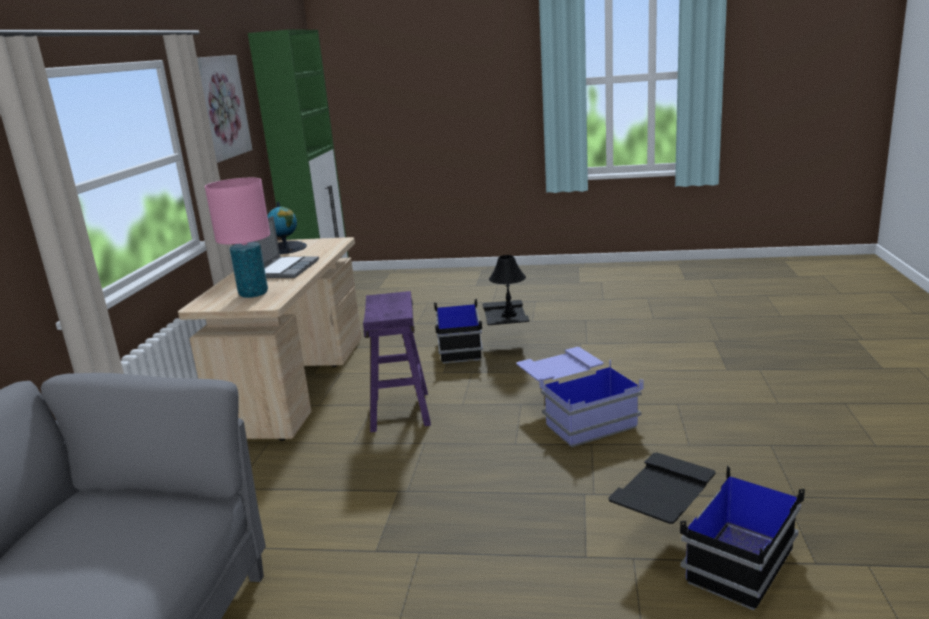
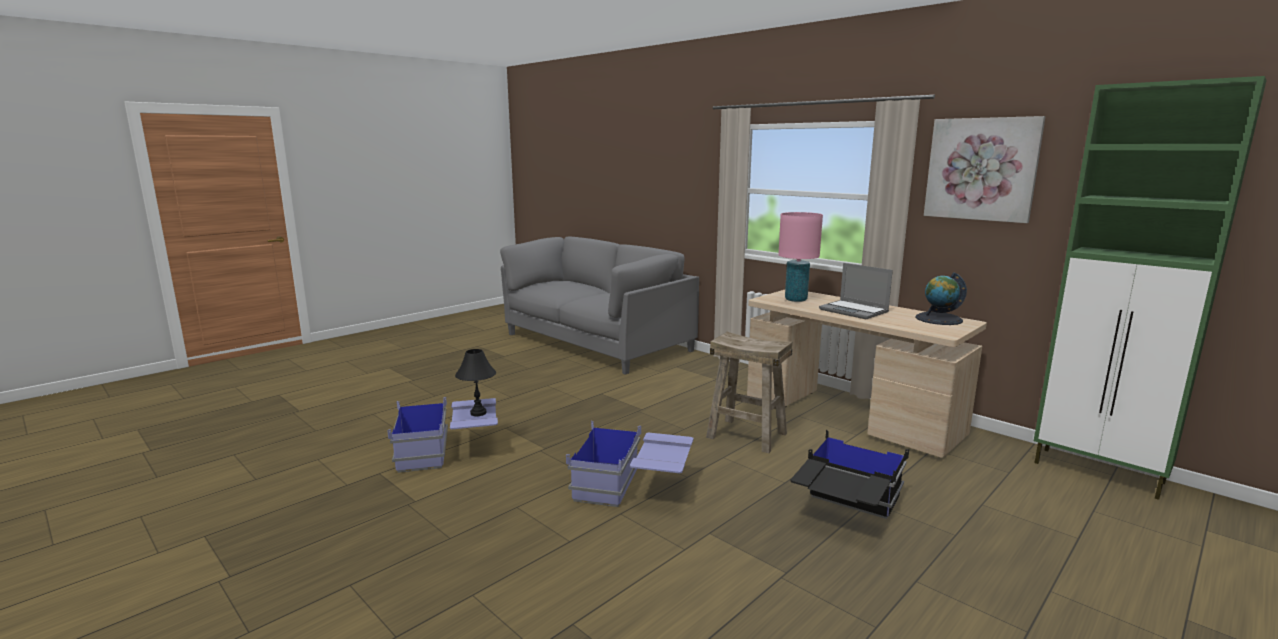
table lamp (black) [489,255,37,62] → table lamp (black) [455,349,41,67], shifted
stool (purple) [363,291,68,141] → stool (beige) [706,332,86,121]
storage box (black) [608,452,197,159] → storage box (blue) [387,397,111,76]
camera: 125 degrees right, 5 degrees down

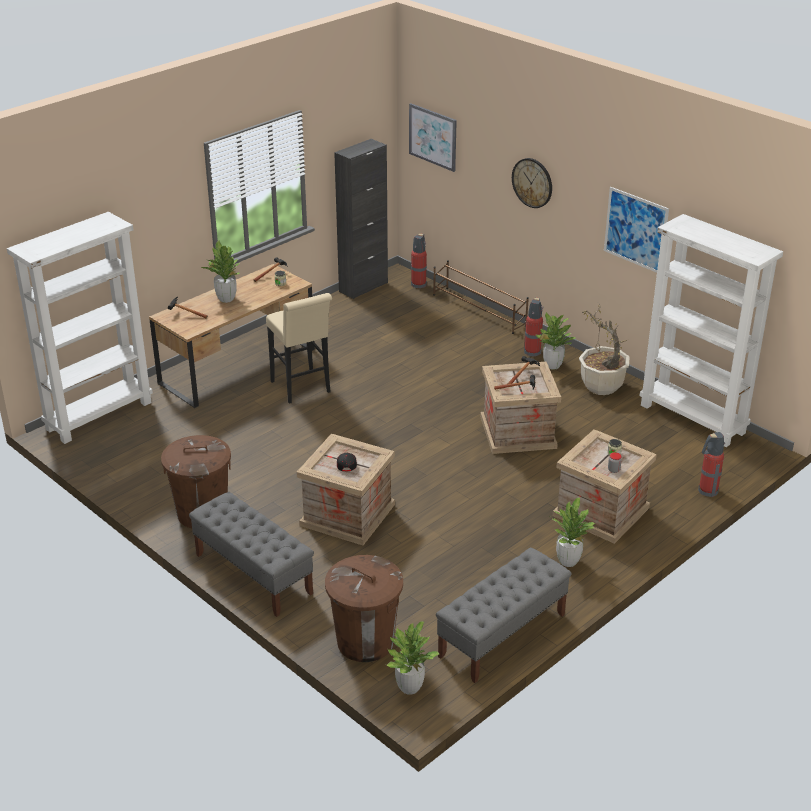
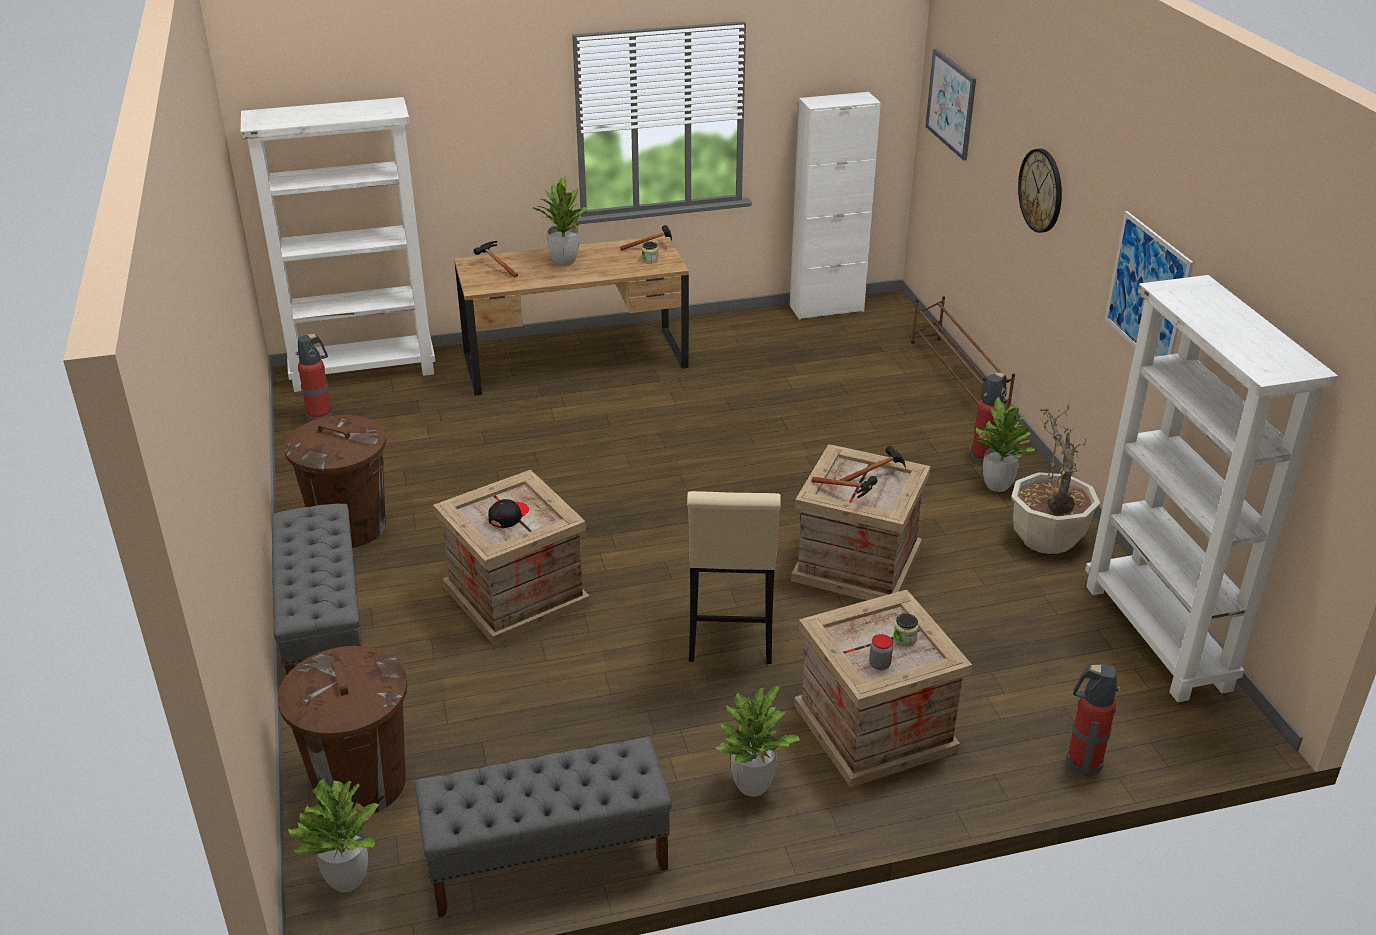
stool (beige) [266,293,66,111] → stool (beige) [687,491,94,173], shifted
fire extinguisher [411,234,16,54] → fire extinguisher [295,334,38,87], shifted
cabinet (black) [334,139,54,160] → cabinet (white) [790,92,91,228]
camera: 30 degrees right, 0 degrees up

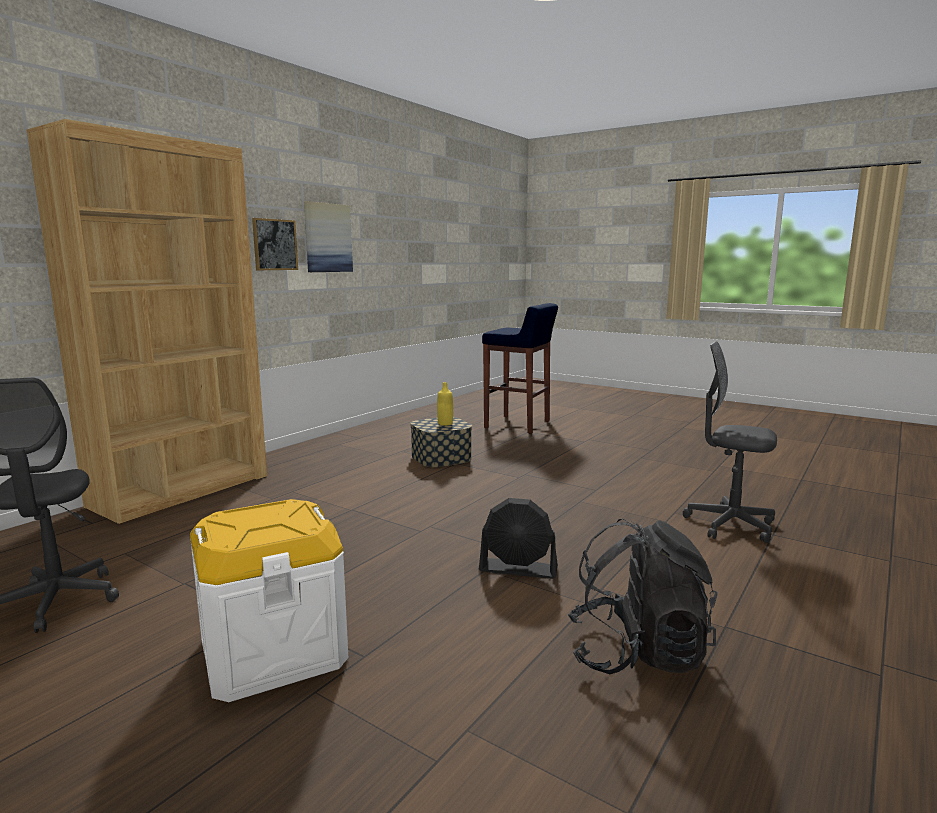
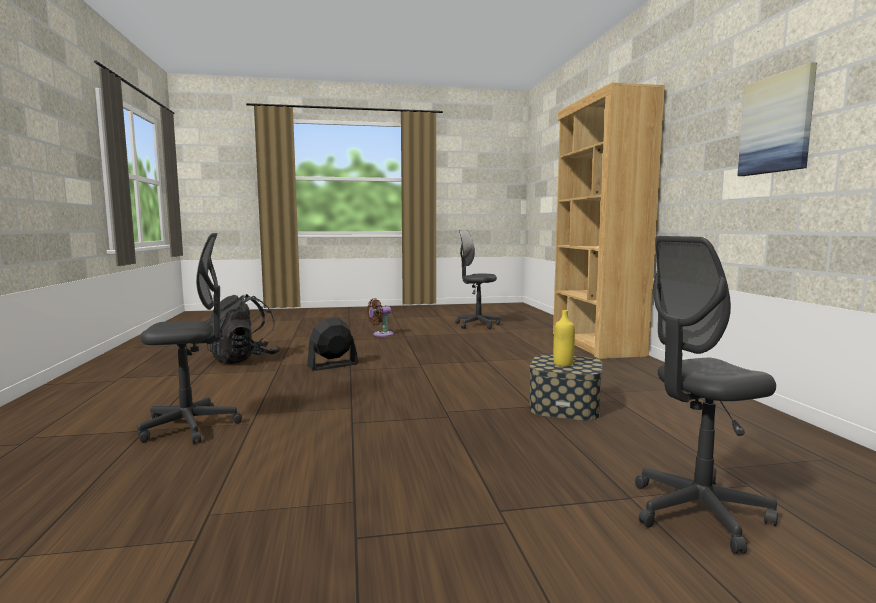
picture [252,218,46,52] → -
storage box (white) [190,499,158,203] → fan (brown) [367,298,27,39]
stool (blue) [482,303,76,131] → office chair (grey) [635,236,143,318]
camera: 135 degrees right, 5 degrees down

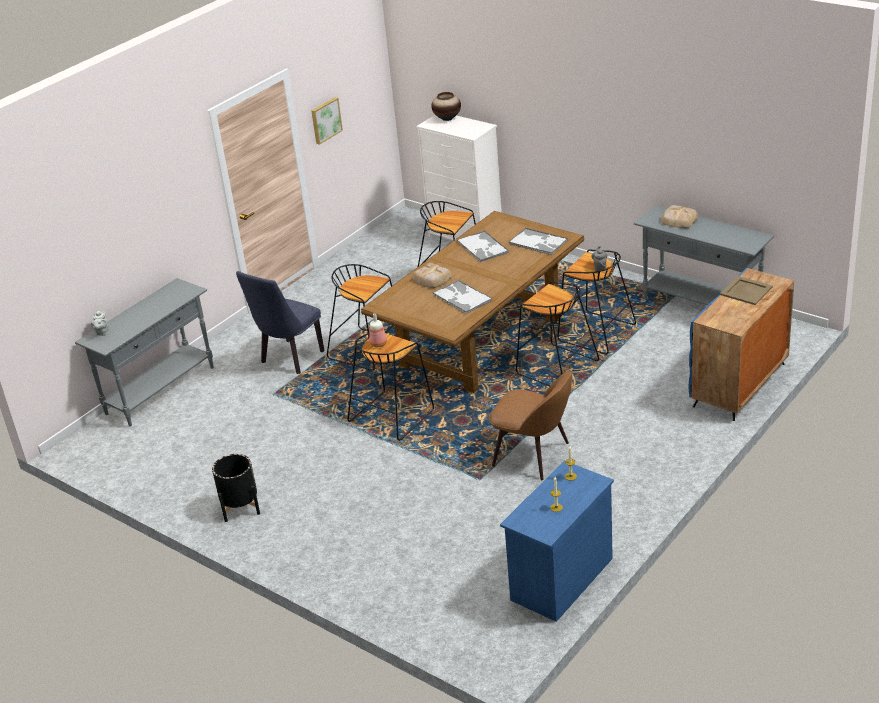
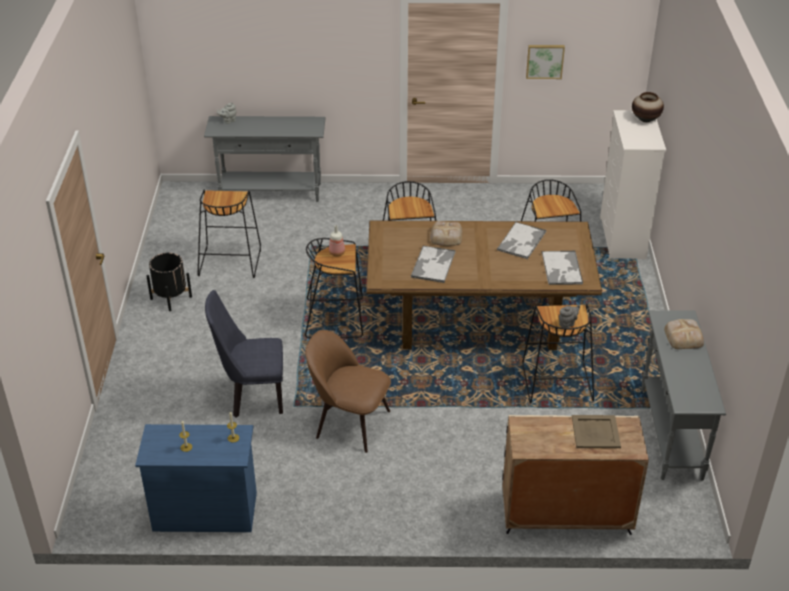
chair (blue) [236,271,88,103] → chair (blue) [205,290,78,128], shifted
stool (black) [516,282,83,104] → stool (black) [198,190,63,88], shifted
cabinet (blue) [689,268,105,153] → cabinet (beige) [502,415,147,120]
chair (brown) [489,371,84,109] → chair (brown) [305,330,86,123], 120 degrees clockwise
camera: 50 degrees right, 5 degrees up

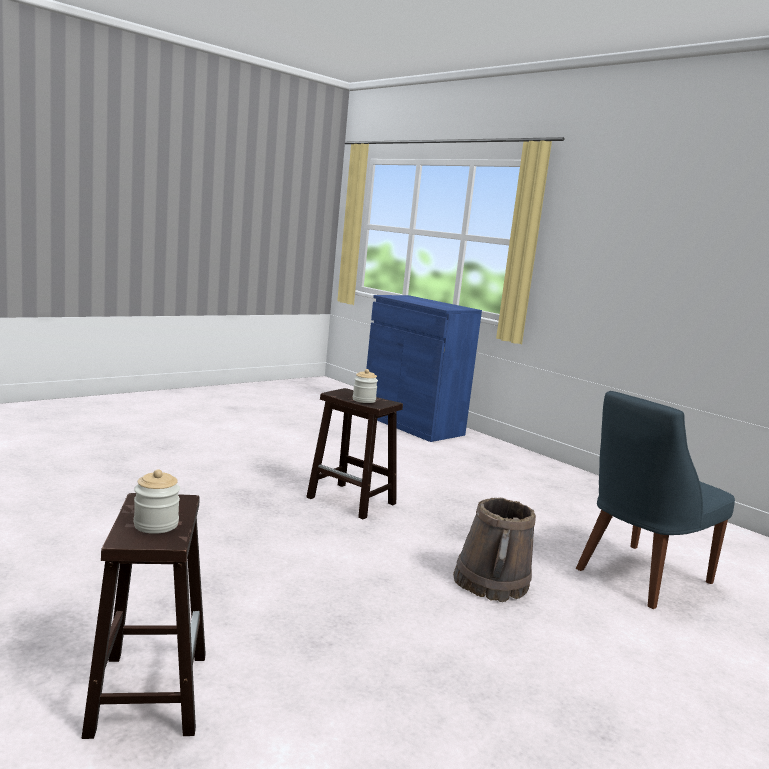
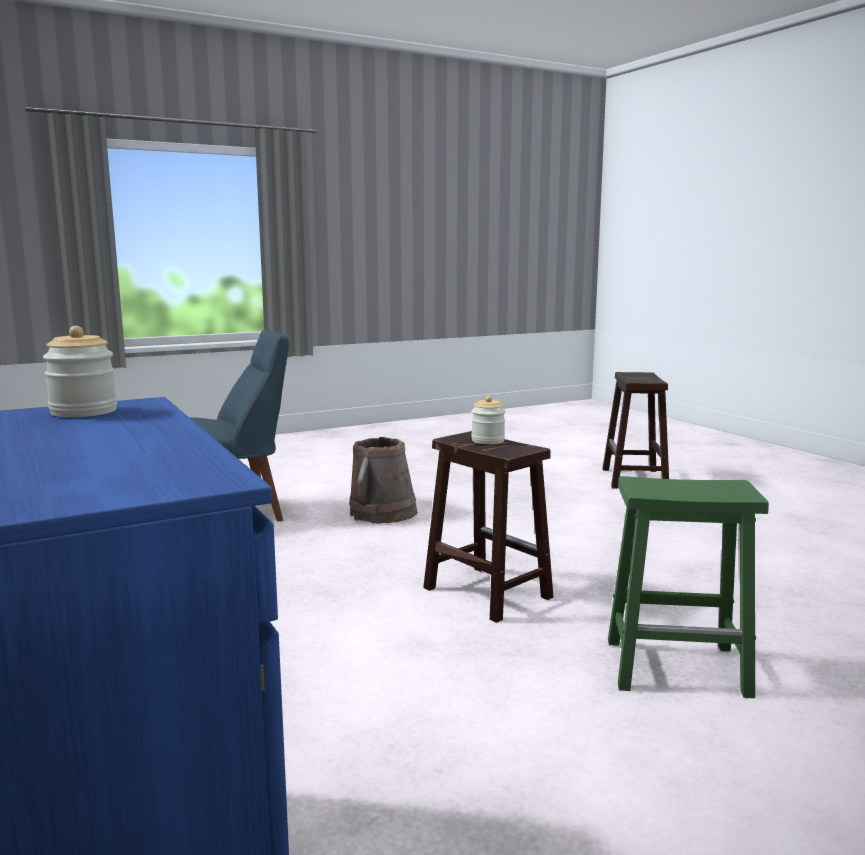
- → stool (green) [608,476,161,222]
jar [134,469,46,65] → jar [43,326,74,91], shifted
camera: 165 degrees left, 0 degrees up

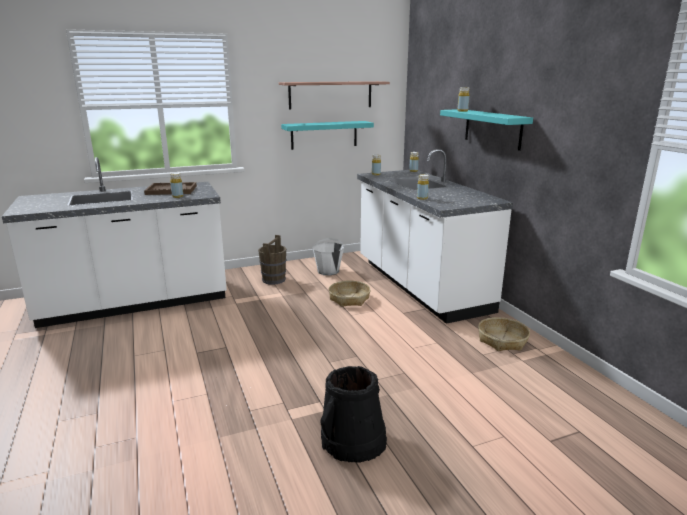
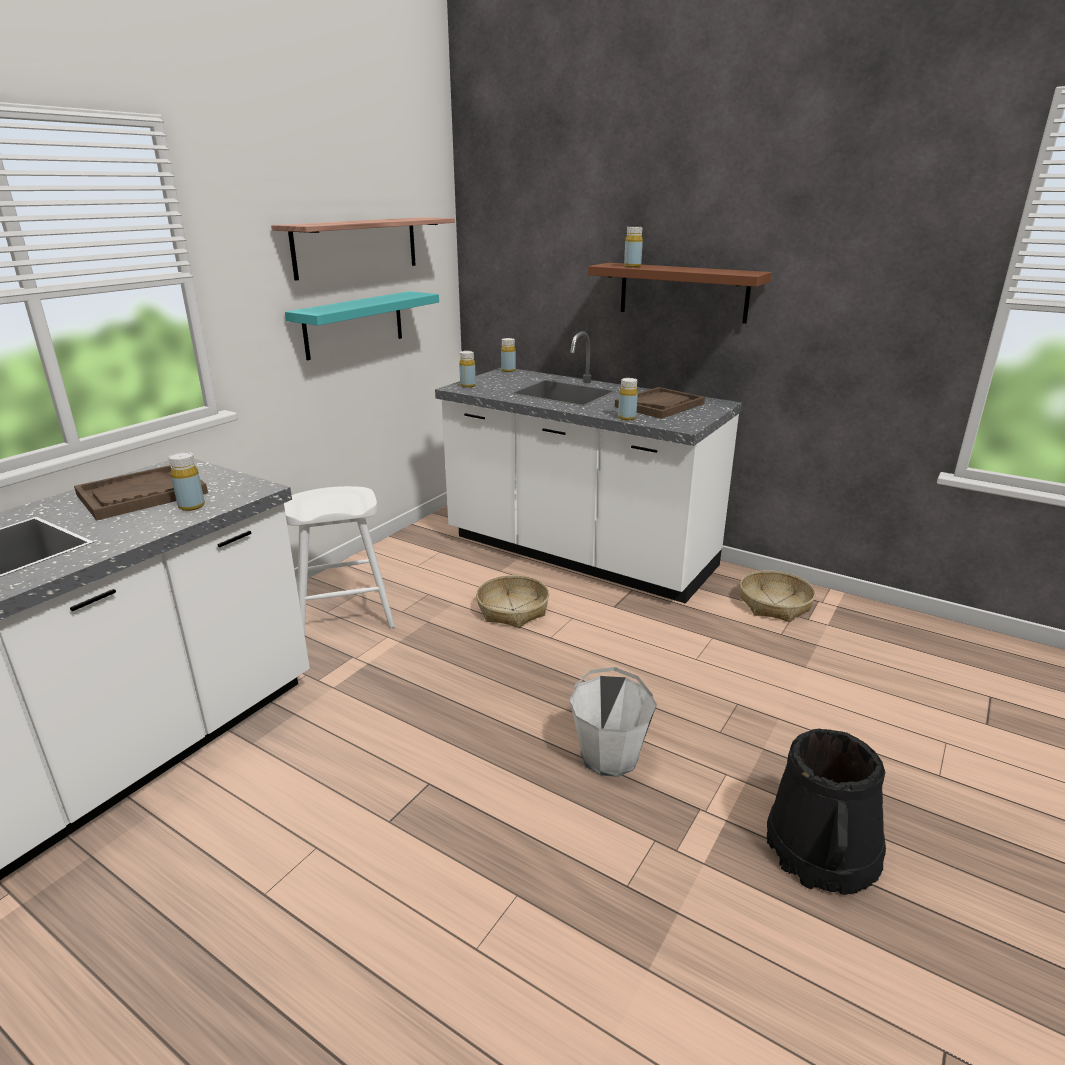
- → tray (brown) [615,387,90,32]
bucket (white) [312,238,32,37] → bucket (white) [569,667,88,110], shifted
bucket (brown) [258,235,28,50] → stool (white) [284,486,111,148]
shelf (turquoise) [440,109,93,42] → shelf (brown) [588,263,184,61]
camera: 35 degrees left, 5 degrees up

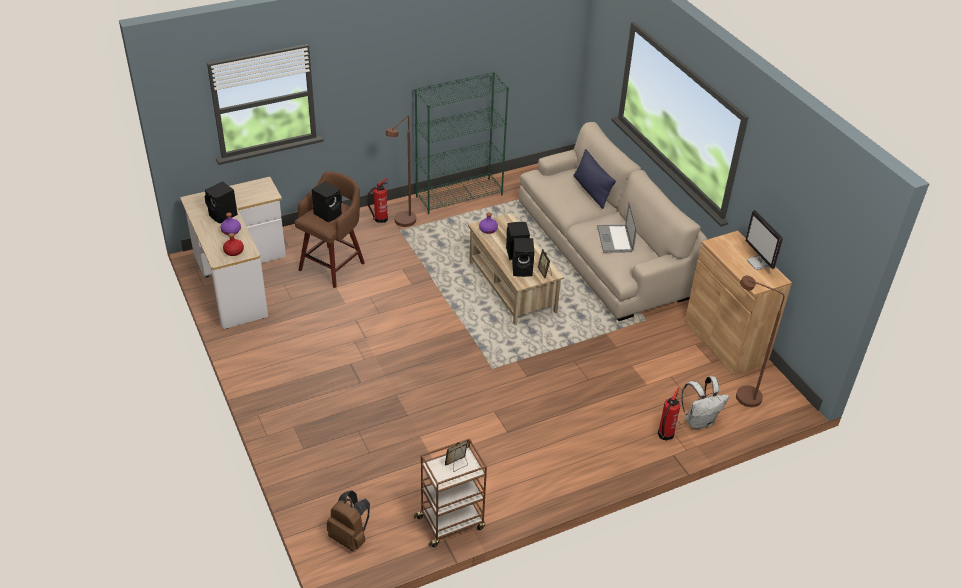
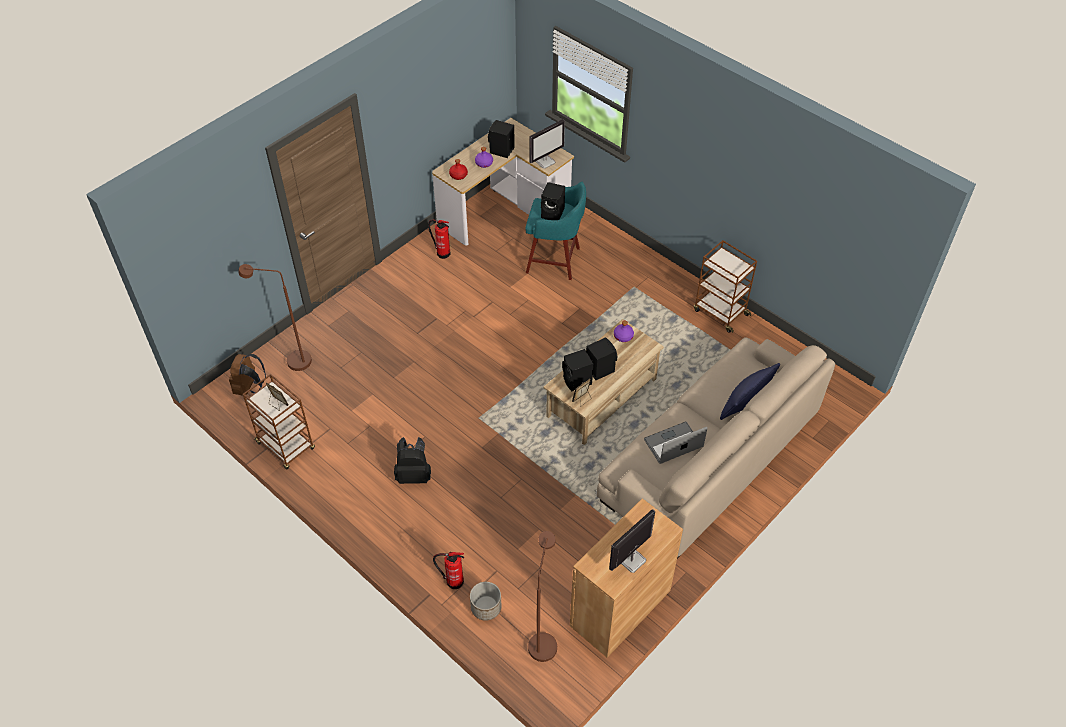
- → backpack (black) [394,437,37,47]
- → monitor [529,119,36,50]
fire extinguisher [367,178,21,45] → fire extinguisher [428,220,22,39], shifted
floor lamp (brown) [386,116,30,111] → floor lamp (brown) [238,264,74,107], shifted
bookcase (green) [415,72,94,142] → cart (brown) [694,240,63,93]
backpack (white) [681,376,48,53] → planter [470,582,32,39]
stool (brown) [295,172,70,116] → stool (turquoise) [526,181,60,99]
camera: 70 degrees right, 10 degrees up

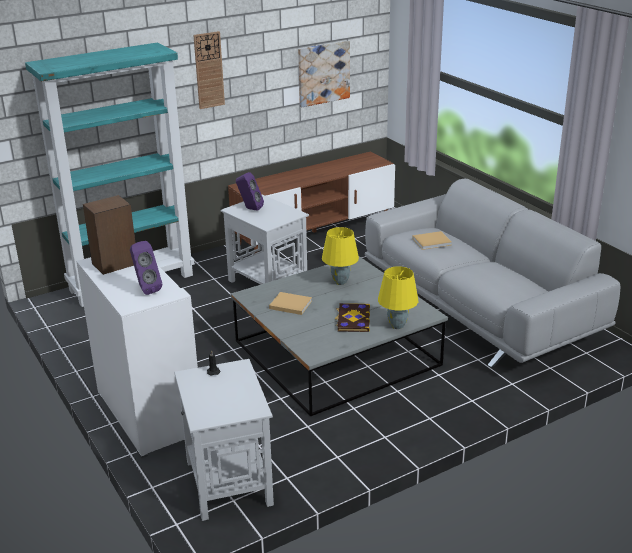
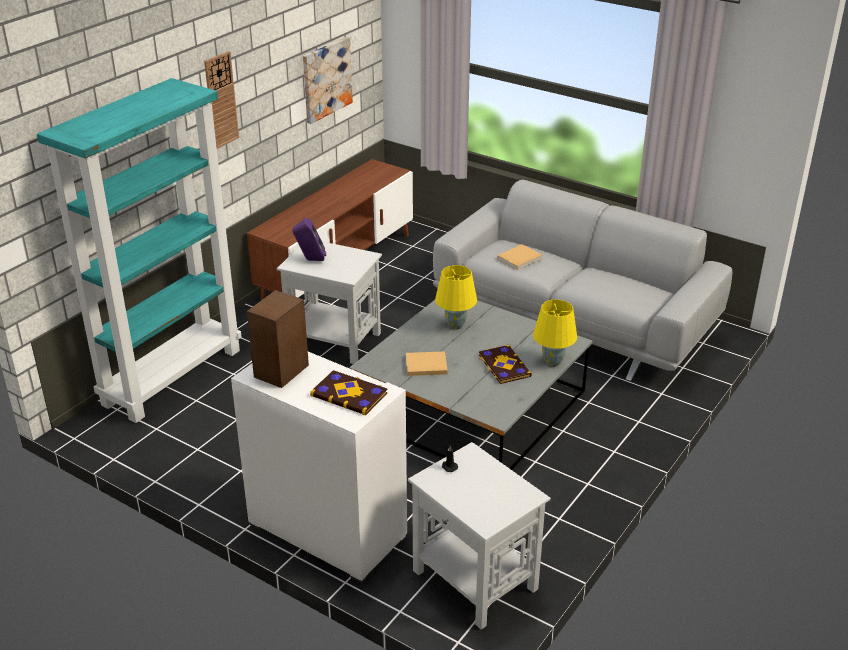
speaker (purple) [130,241,32,54] → book [310,370,77,45]
camera: 25 degrees left, 5 degrees up

